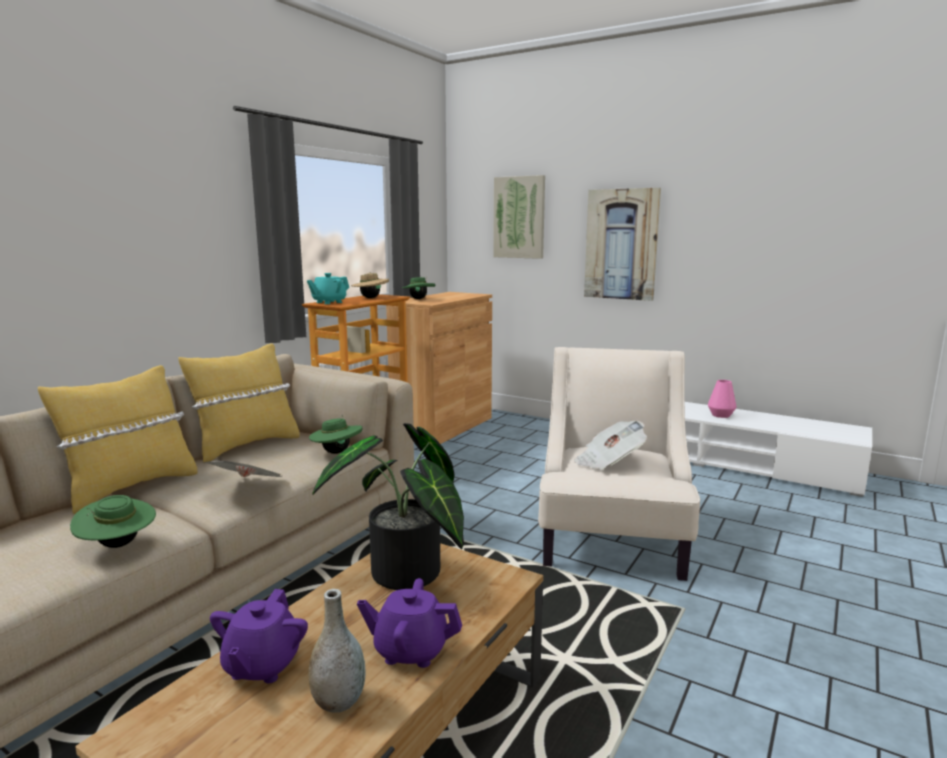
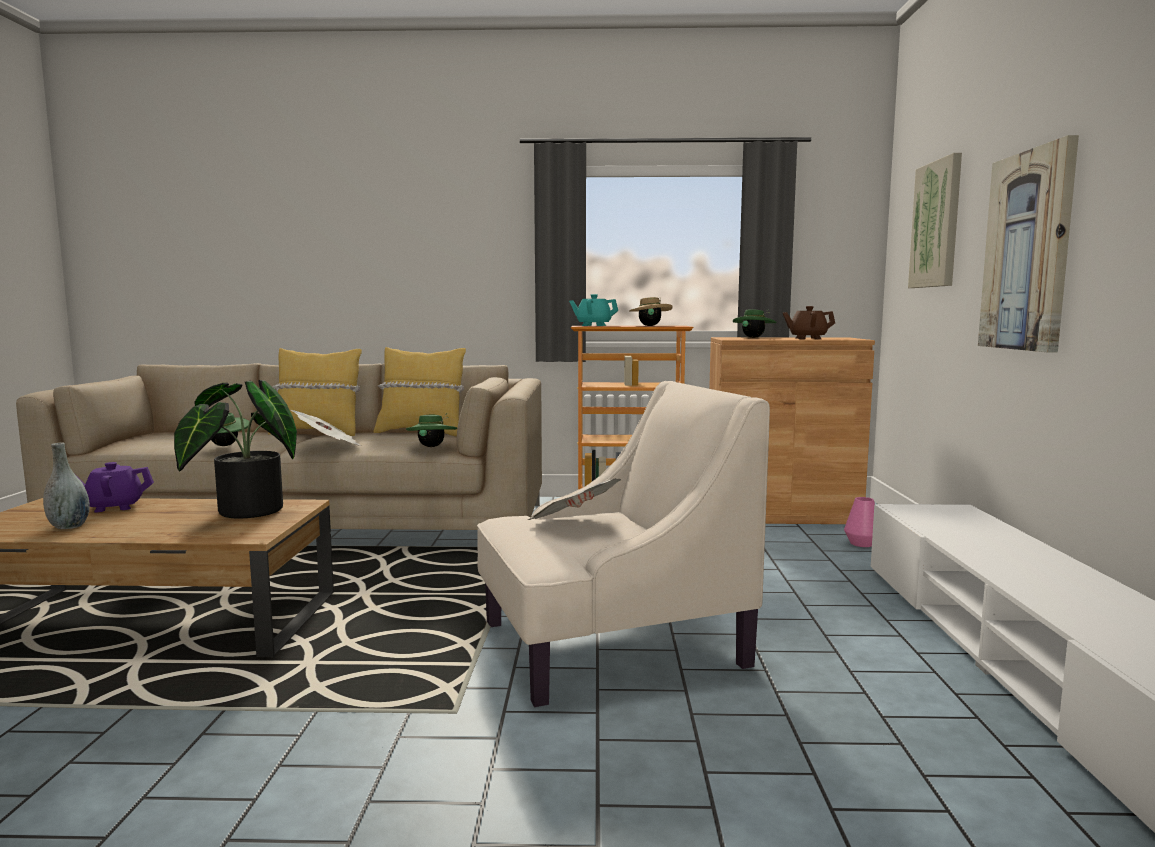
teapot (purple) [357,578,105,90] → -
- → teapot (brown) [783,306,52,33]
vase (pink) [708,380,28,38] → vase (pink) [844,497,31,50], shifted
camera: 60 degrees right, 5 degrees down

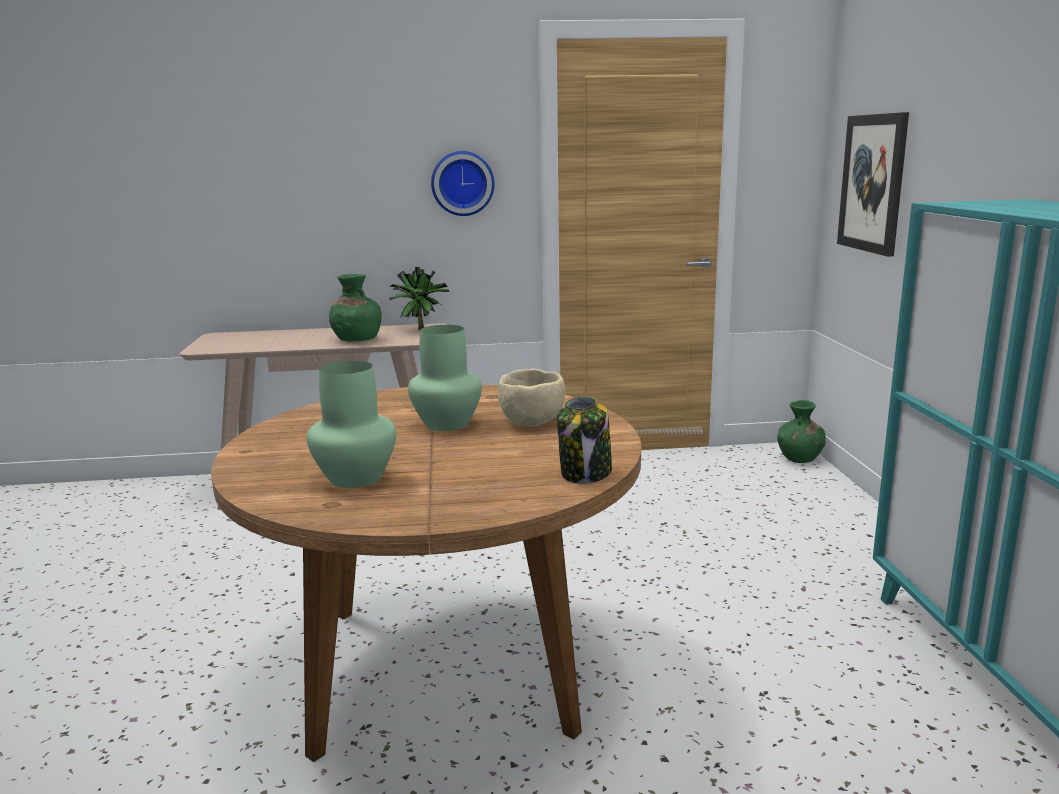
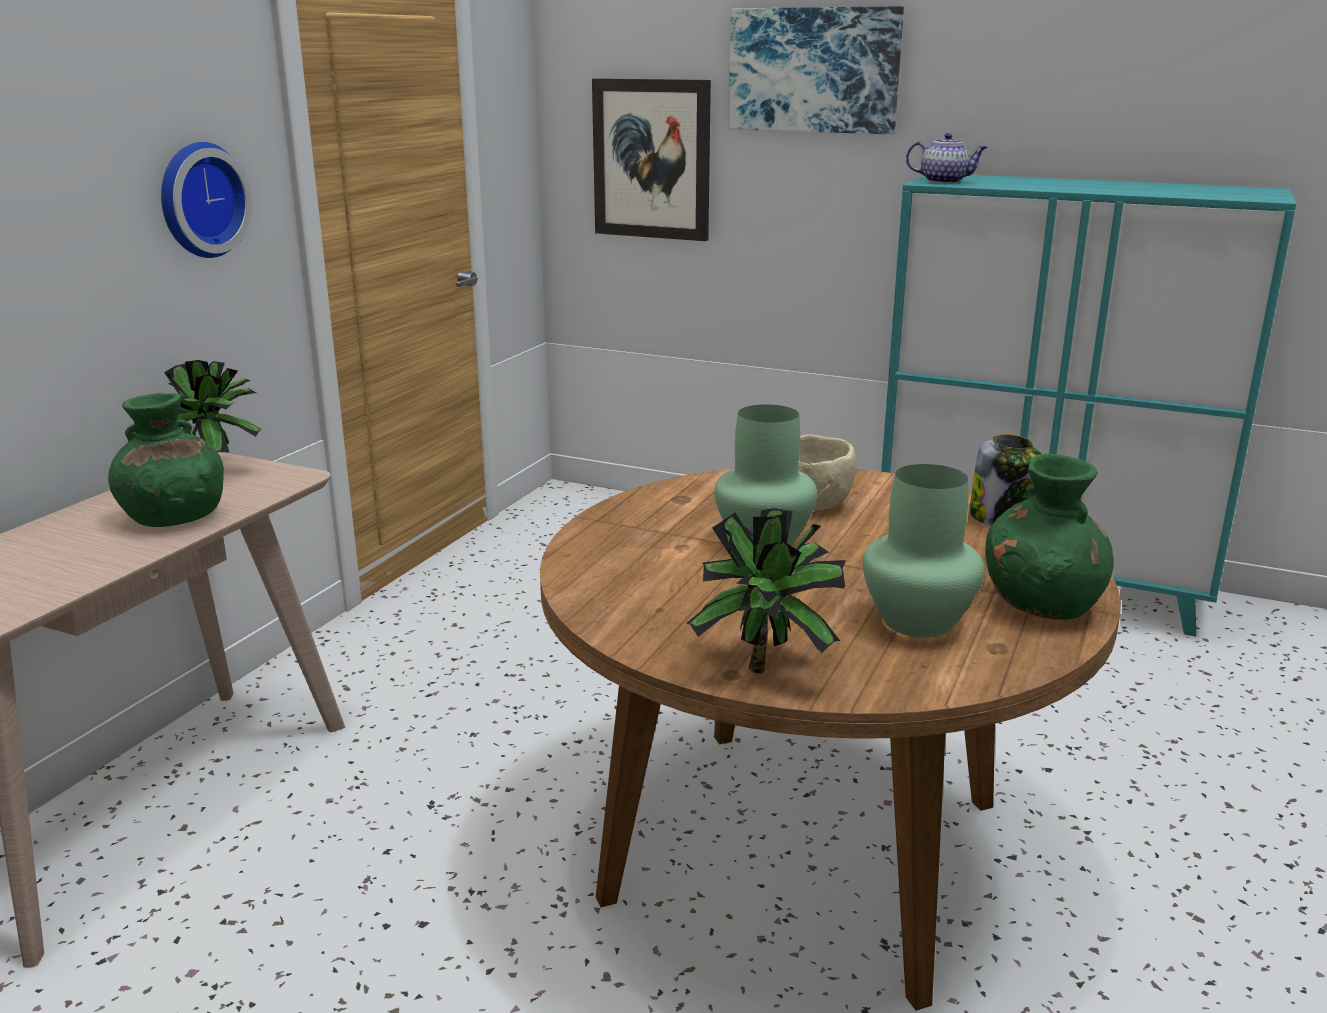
- → potted plant [687,508,159,165]
- → picture [728,6,176,128]
- → teapot [906,133,82,50]
vase (green) [777,400,49,63] → vase (green) [985,454,129,166], shifted
camera: 60 degrees left, 5 degrees up

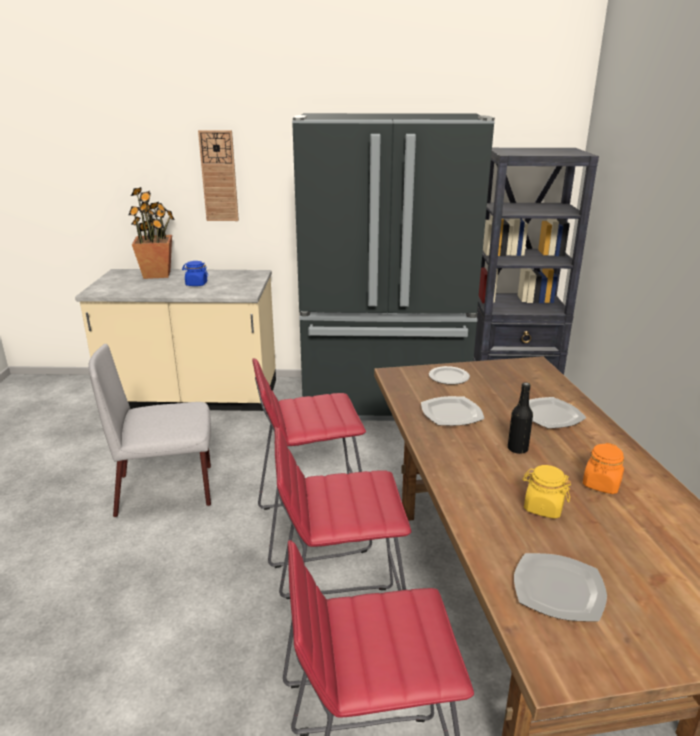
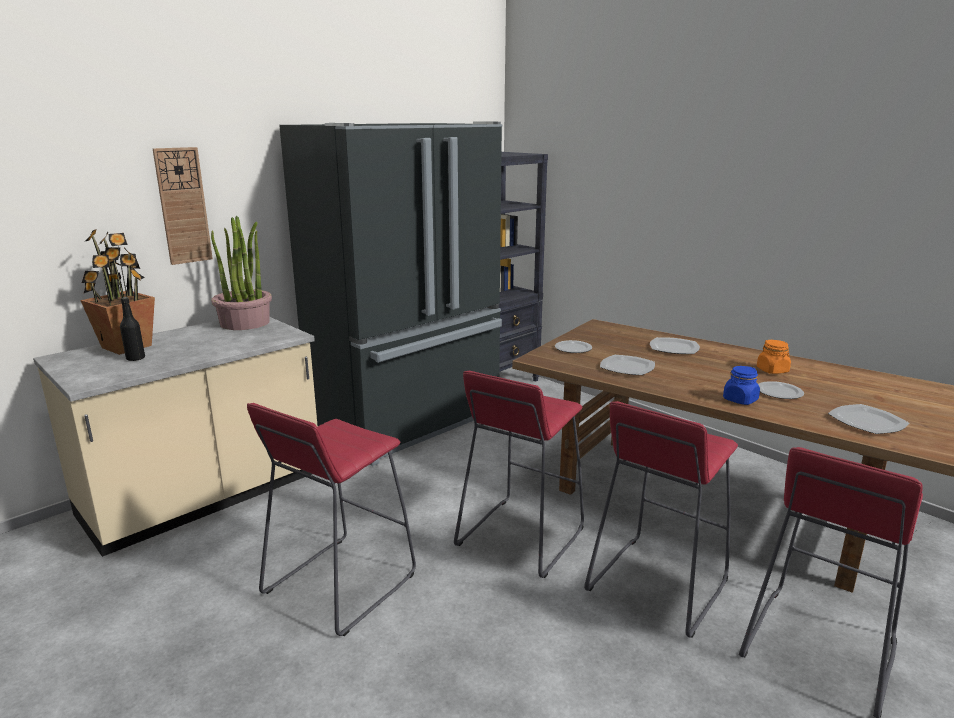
- → potted plant [211,216,61,114]
jar (blue) [182,261,26,25] → jar (blue) [723,366,37,39], shifted
bottle (black) [508,382,25,72] → bottle (black) [120,297,25,64], shifted
chair (grey) [88,344,123,173] → stool (red) [247,403,169,233]
jar (yellow) [523,465,48,54] → plate [758,381,46,18]
camera: 45 degrees left, 5 degrees down

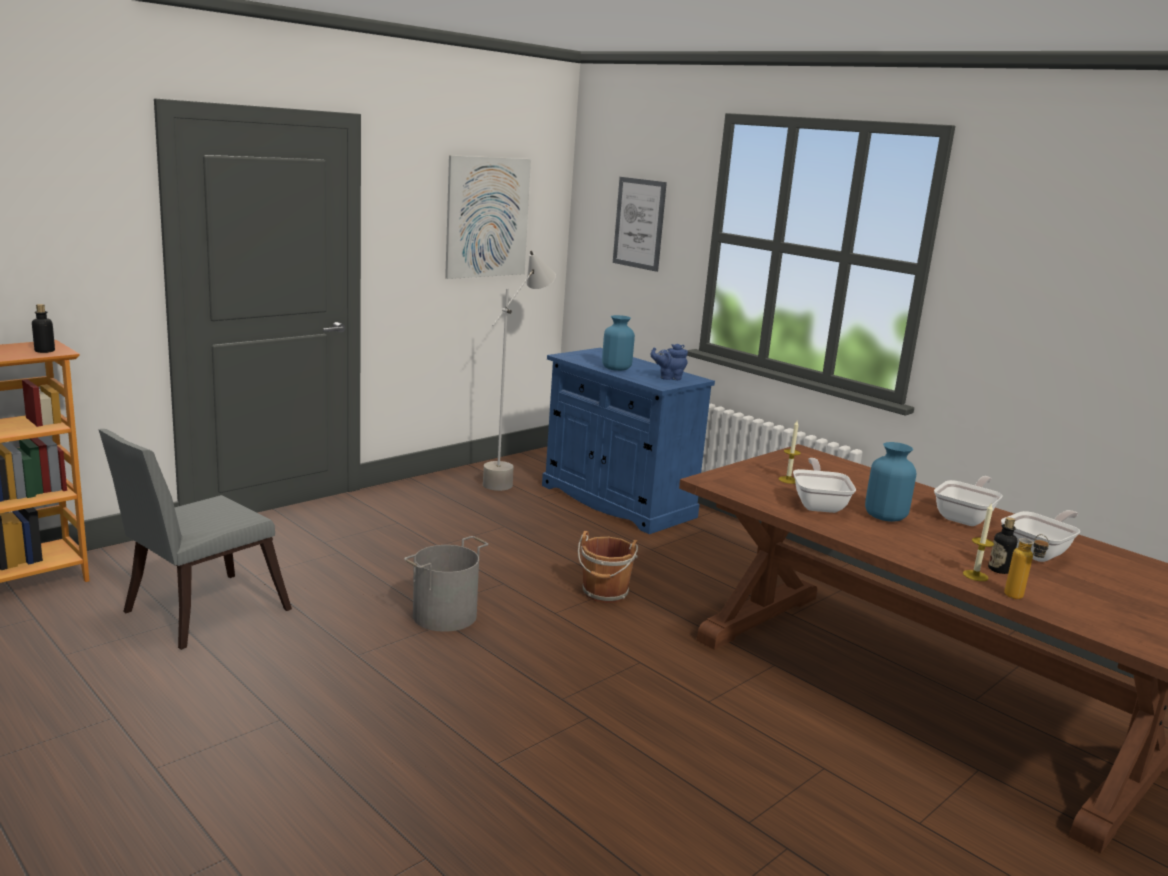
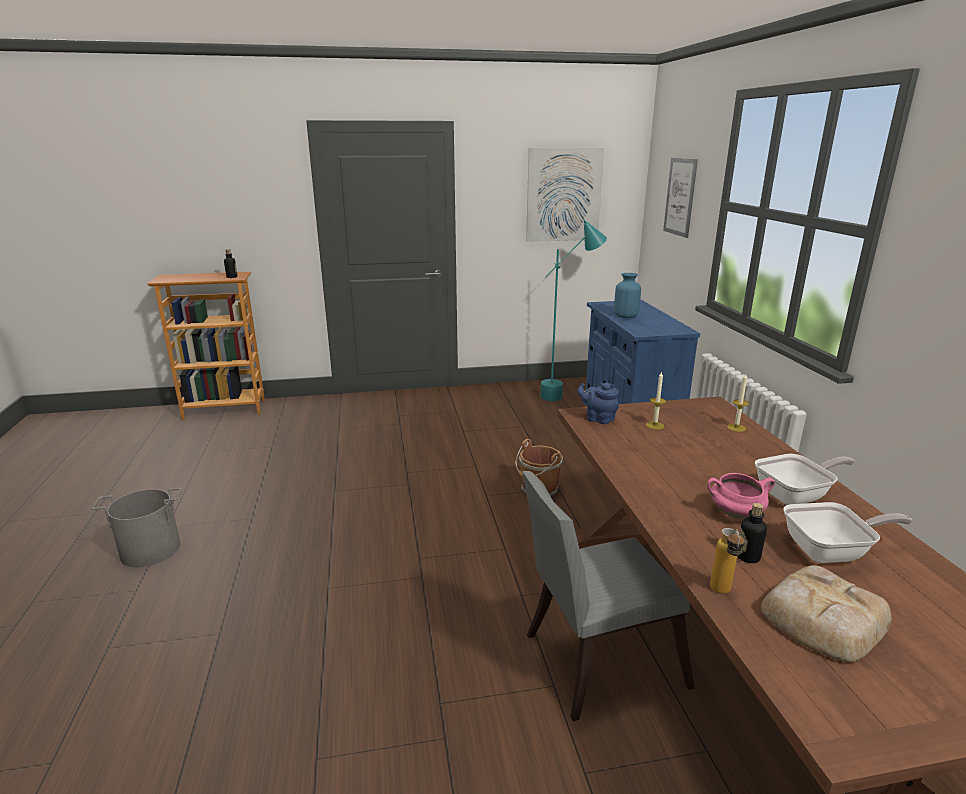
frying pan [793,458,63,55] → -
vase (blue) [865,442,51,80] → -
- → cooking pot (pink) [707,473,68,46]
- → bread [761,565,131,97]
chair (grey) [98,429,194,221] → chair (grey) [522,471,172,250], shifted
bucket (grey) [404,536,84,96] → bucket (grey) [92,488,90,79], shifted
teapot (blue) [651,344,37,36] → teapot (blue) [577,382,42,42], shifted
candle [963,502,31,79] → candle [727,374,22,58], shifted
floor lamp (grey) [483,250,73,241] → floor lamp (turquoise) [540,220,67,181]
camera: 35 degrees right, 5 degrees up

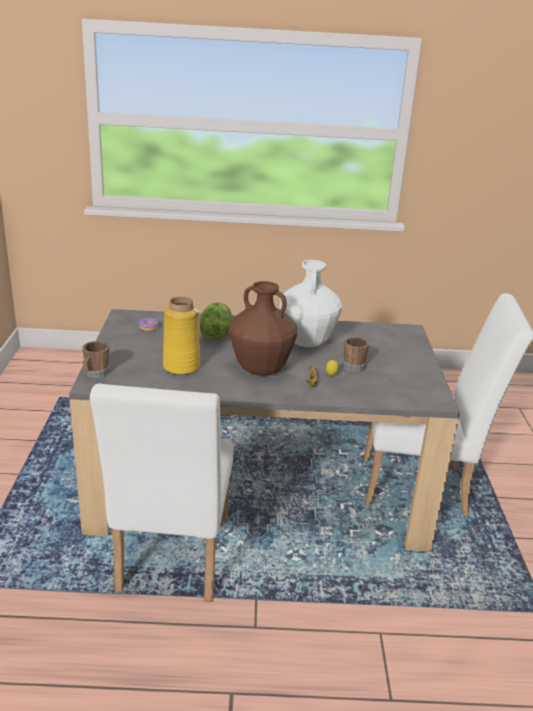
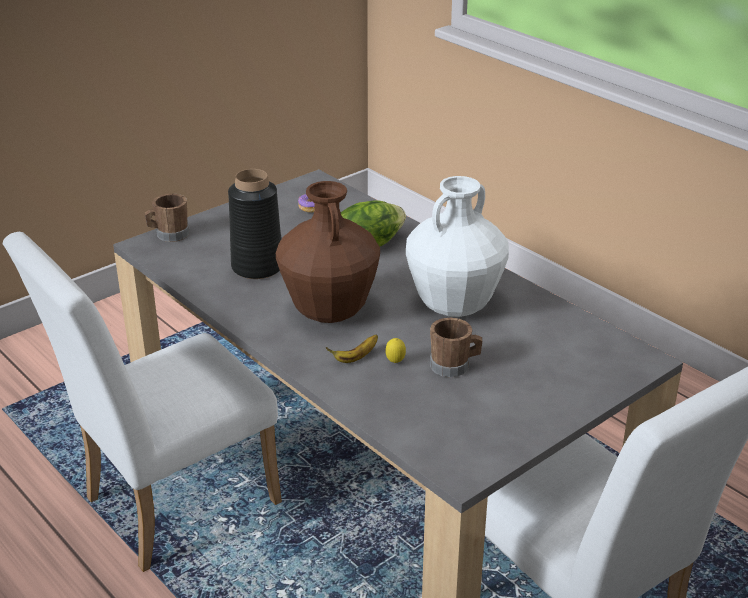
vase (yellow) [163,297,37,78] → vase (black) [228,169,53,110]
camera: 50 degrees right, 5 degrees up

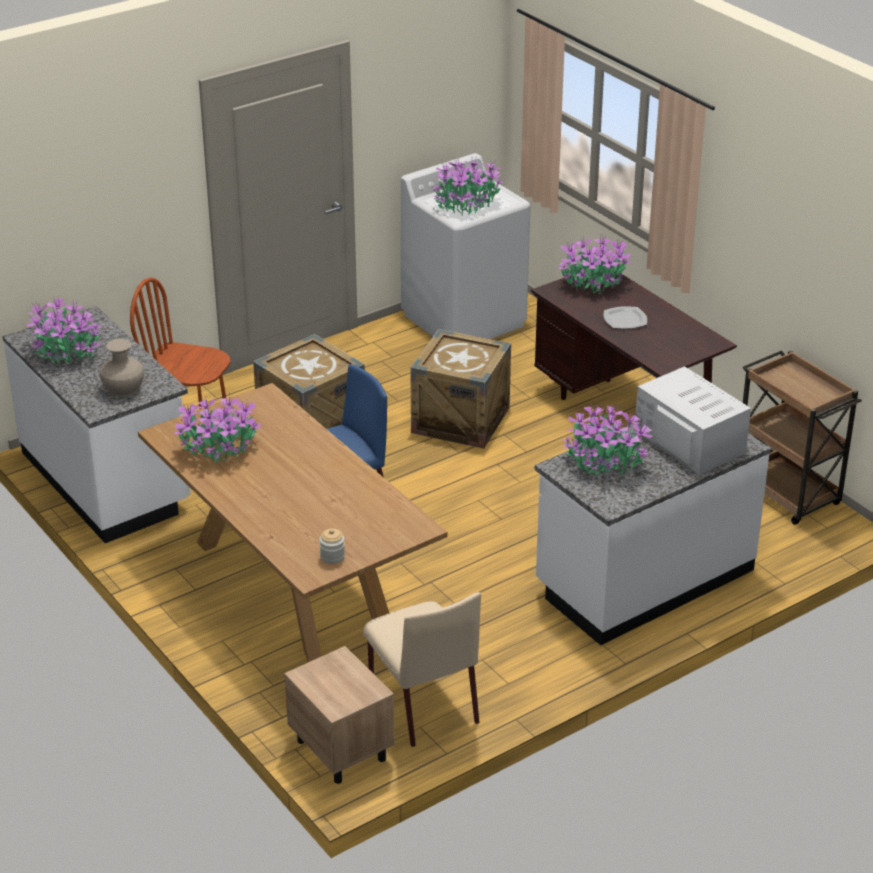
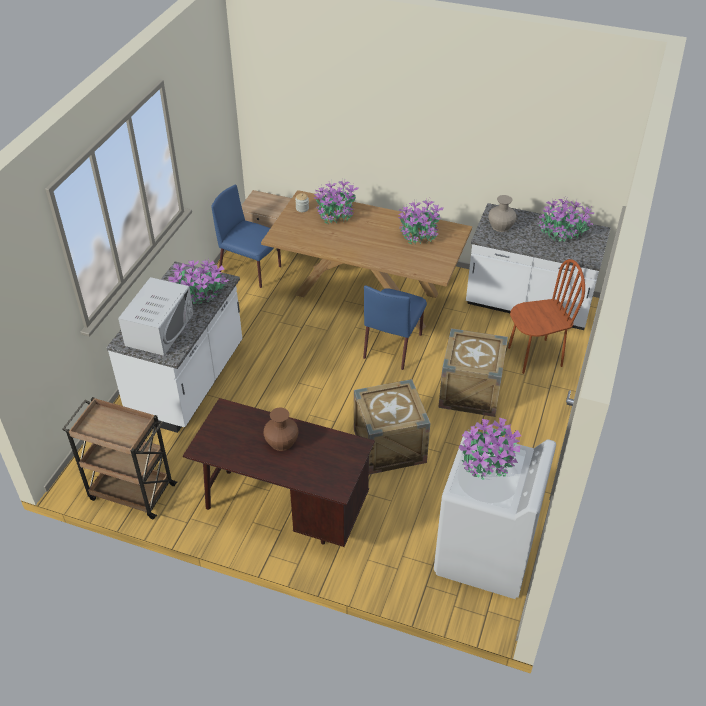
potted plant [558,235,73,59] → potted plant [313,177,45,47], shifted
plate [604,307,43,22] → vase (brown) [264,408,35,43]
chair (beige) [363,592,118,155] → chair (blue) [211,185,70,103]
microwave (white) [634,366,117,109] → microwave (white) [118,277,76,79], 90 degrees counterclockwise
camera: 145 degrees right, 10 degrees up

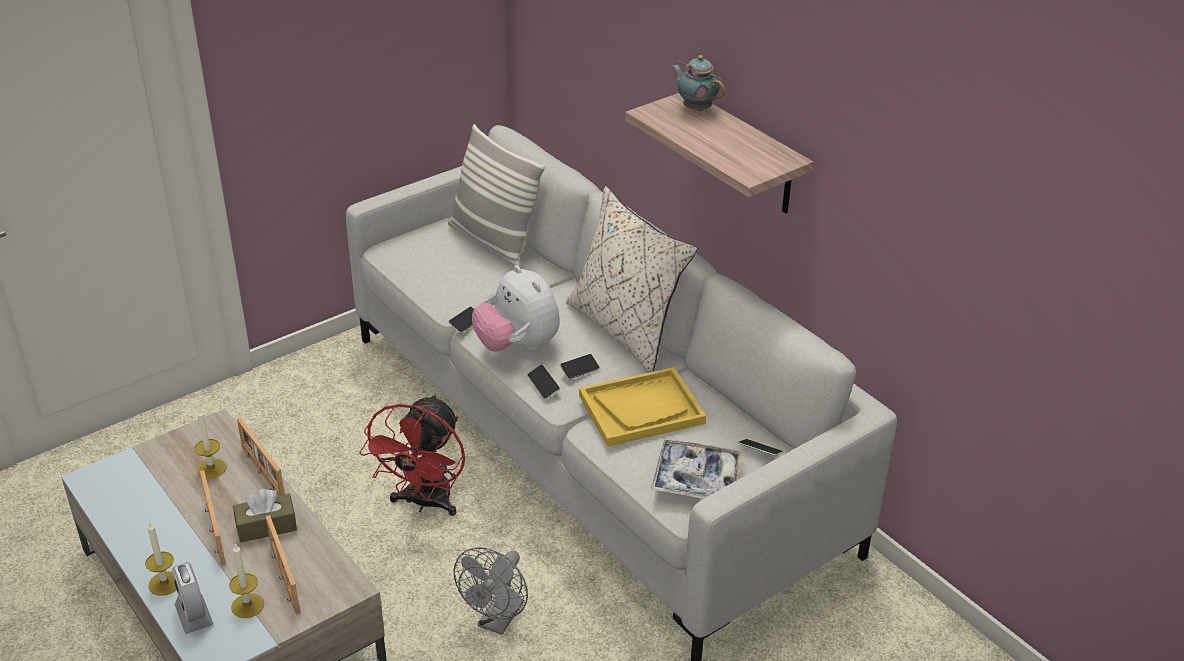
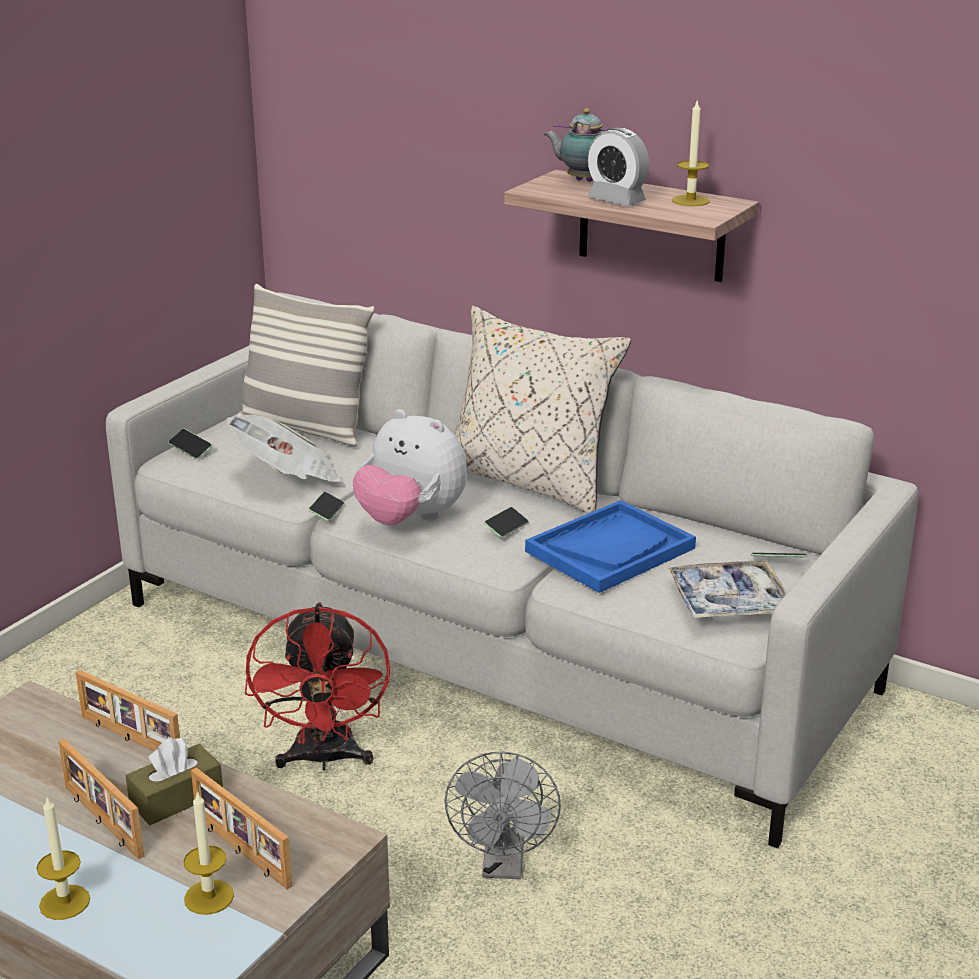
- → newspaper [226,415,115,67]
alarm clock [172,562,41,72] → alarm clock [588,128,61,78], shifted
candle [194,409,32,70] → candle [672,101,38,105], shifted
phone [527,364,33,35] → phone [168,428,45,31], shifted
tray (yellow) [579,367,127,80] → tray (blue) [525,500,171,93]
camera: 20 degrees left, 10 degrees down

